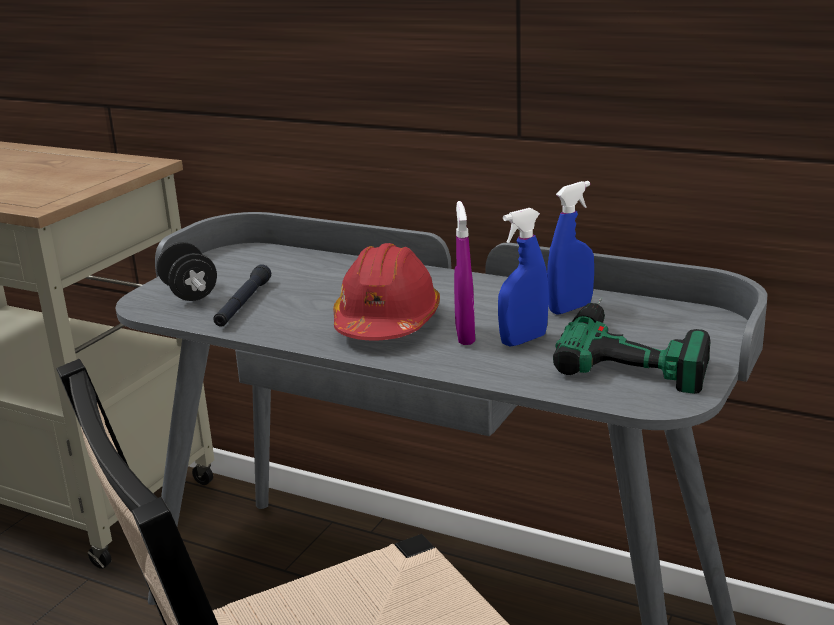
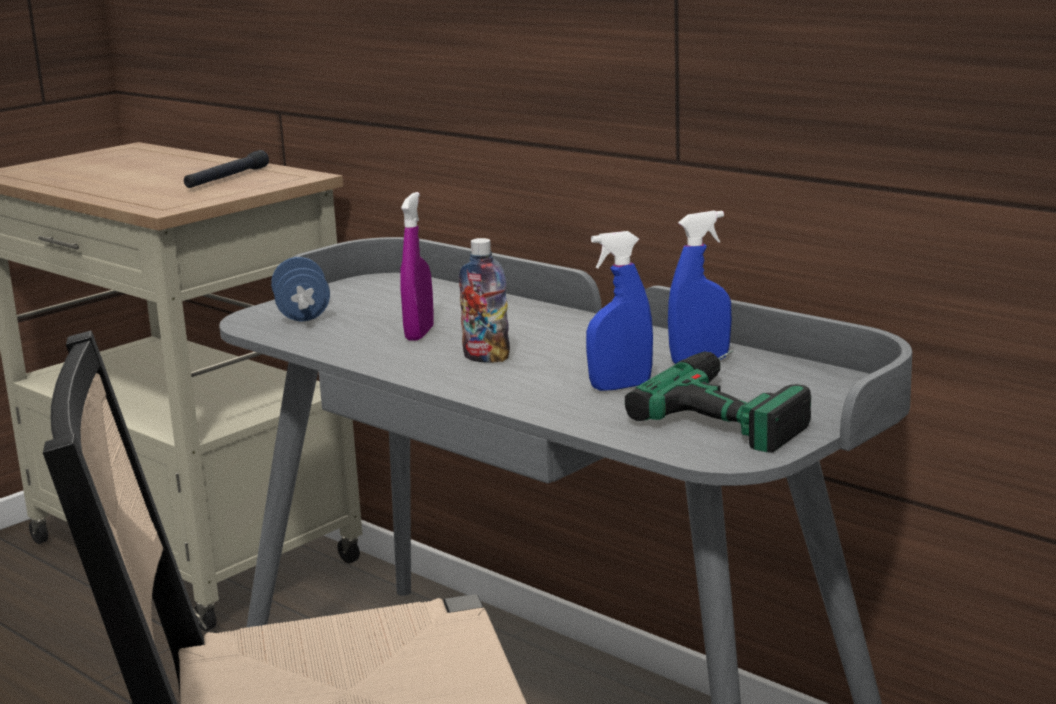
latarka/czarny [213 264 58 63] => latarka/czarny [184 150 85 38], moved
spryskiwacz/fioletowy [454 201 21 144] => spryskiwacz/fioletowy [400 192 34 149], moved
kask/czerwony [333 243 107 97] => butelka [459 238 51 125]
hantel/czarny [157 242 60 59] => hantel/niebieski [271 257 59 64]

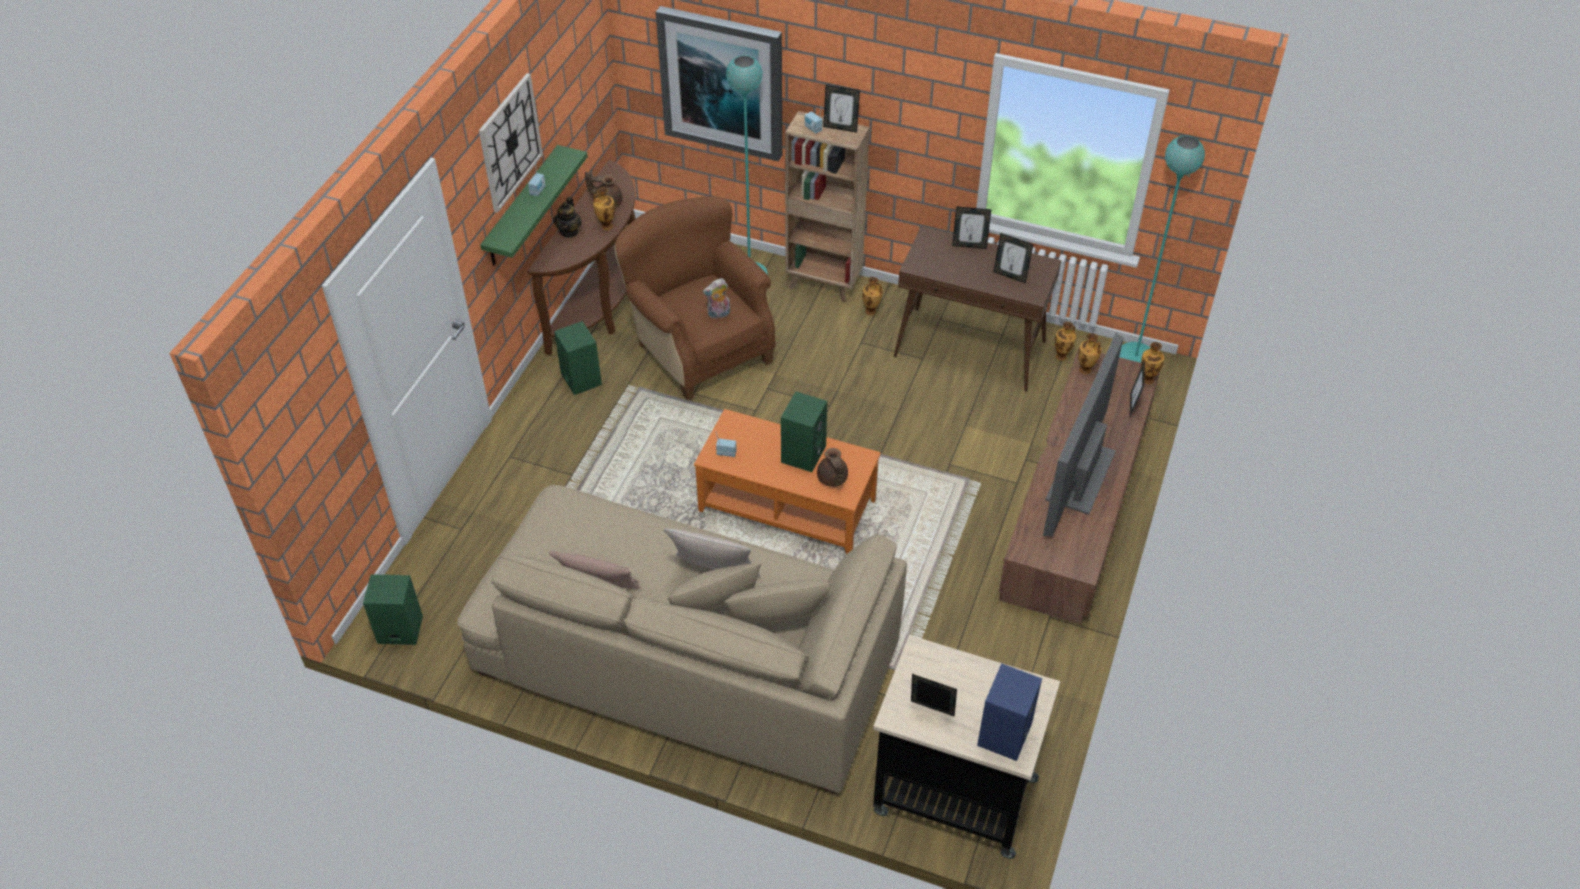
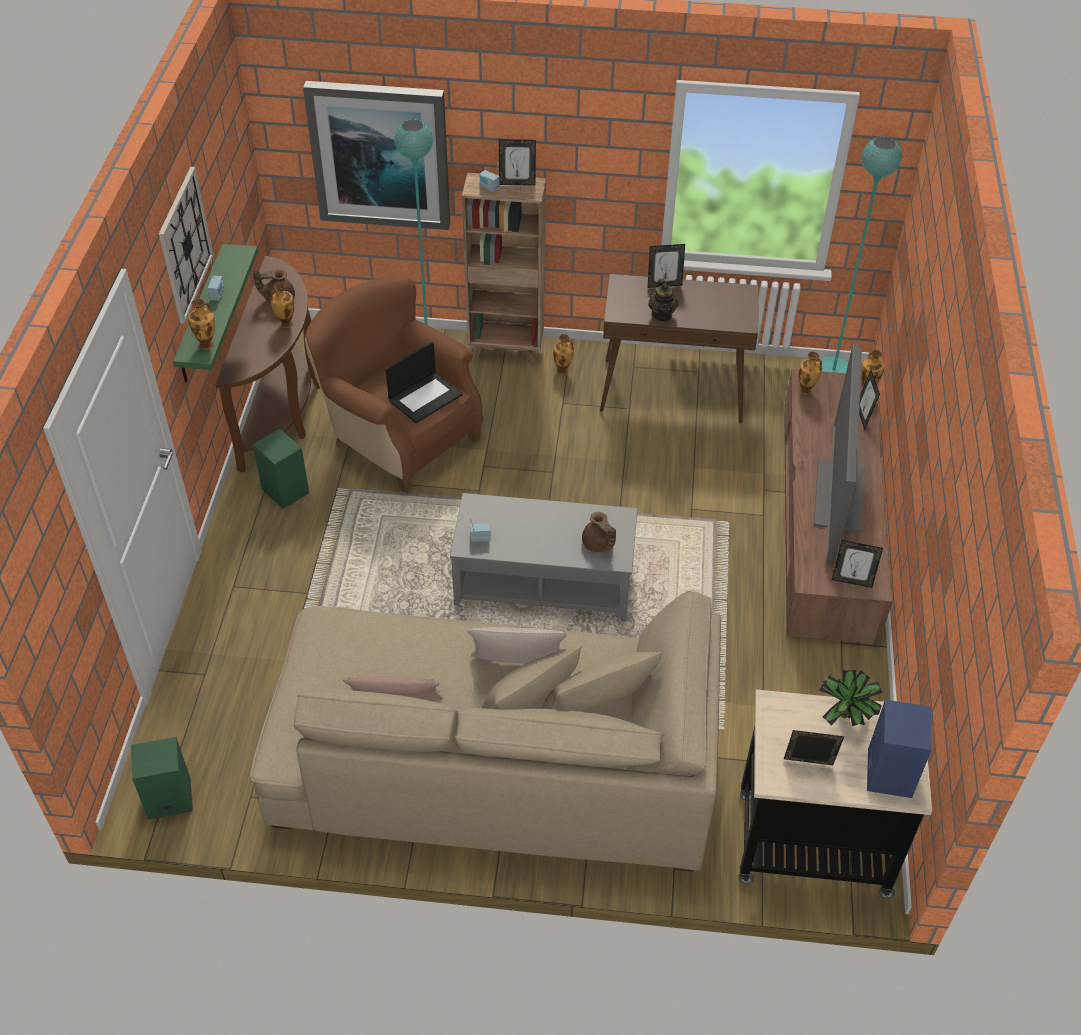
głośnik/zielony [781 392 46 80] => nothing
nothing => roślina doniczkowa [819 670 64 56]
imbryk [553 197 29 41] => imbryk [648 278 30 43], moved
ramka na zdjęcie [993 233 41 50] => ramka na zdjęcie [832 540 51 48], moved
wazon [1055 322 21 39] => wazon [188 299 27 51], moved
pluszak [703 278 27 41] => laptop [386 341 77 82]
ława/pomarańczowy [694 409 187 146] => ława/szary [450 493 188 128]

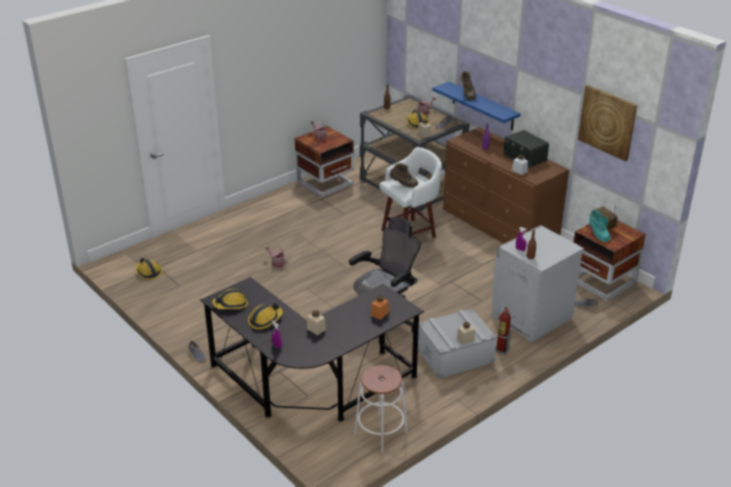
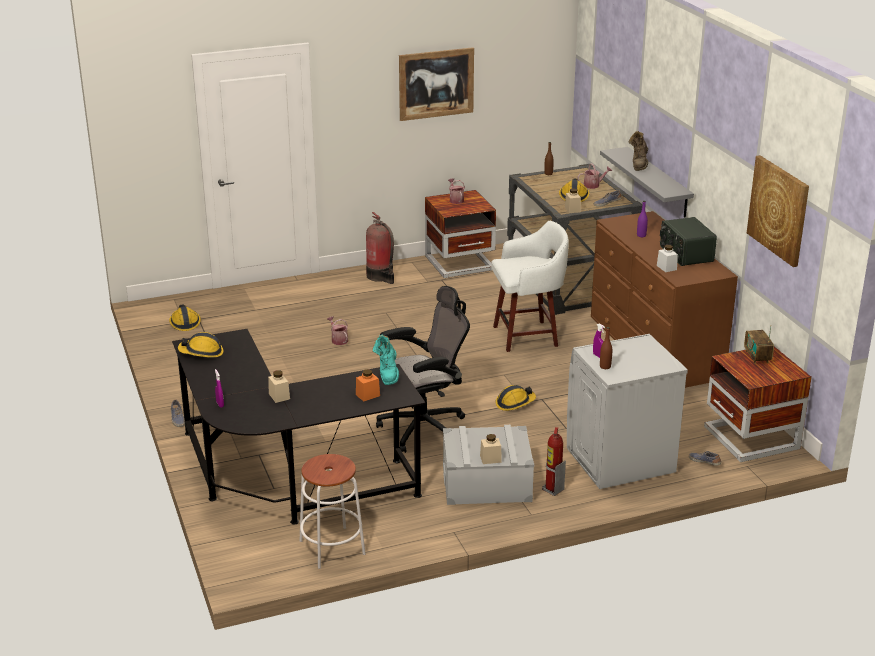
but z cholewką/brązowy [389 163 29 25] => nothing
nothing => gaśnica [366 212 28 72]
nothing => obraz [399 47 75 74]
kask [248 303 35 26] => kask [496 385 40 26], moved
but z cholewką/turkusowy [589 209 22 33] => but z cholewką/turkusowy [372 334 27 51], moved
półka/niebieski [432 82 89 48] => półka/szary [600 147 94 70]

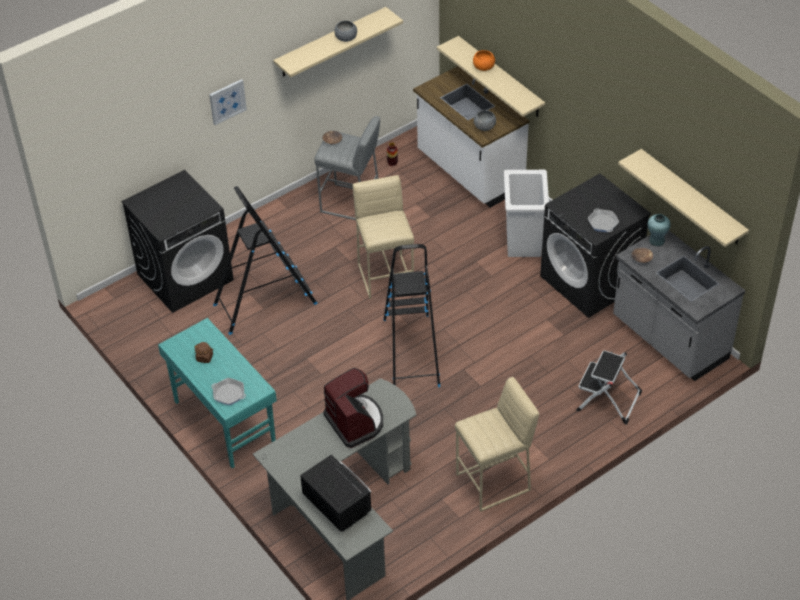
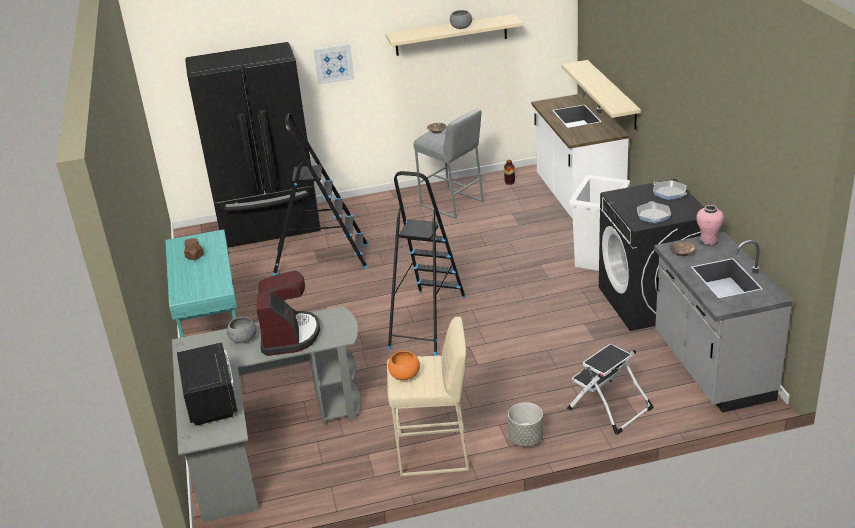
stołek/beżowy [353 175 61 124] => nothing
półka/beżowy [618 149 131 98] => nothing
nothing => donica/szary [508 402 35 44]
patelnia [211 378 35 27] => patelnia [653 180 34 20], moved
miska/pomarańczowy [473 50 22 21] => miska/pomarańczowy [388 351 32 29], moved
miska/szary [474 110 22 21] => miska/szary [227 317 30 26], moved
pralka/czarny [121 170 113 143] => lodówka/czarny [185 42 136 206]
wazon/turkusowy [647 214 24 32] => wazon/różowy [696 205 28 41]

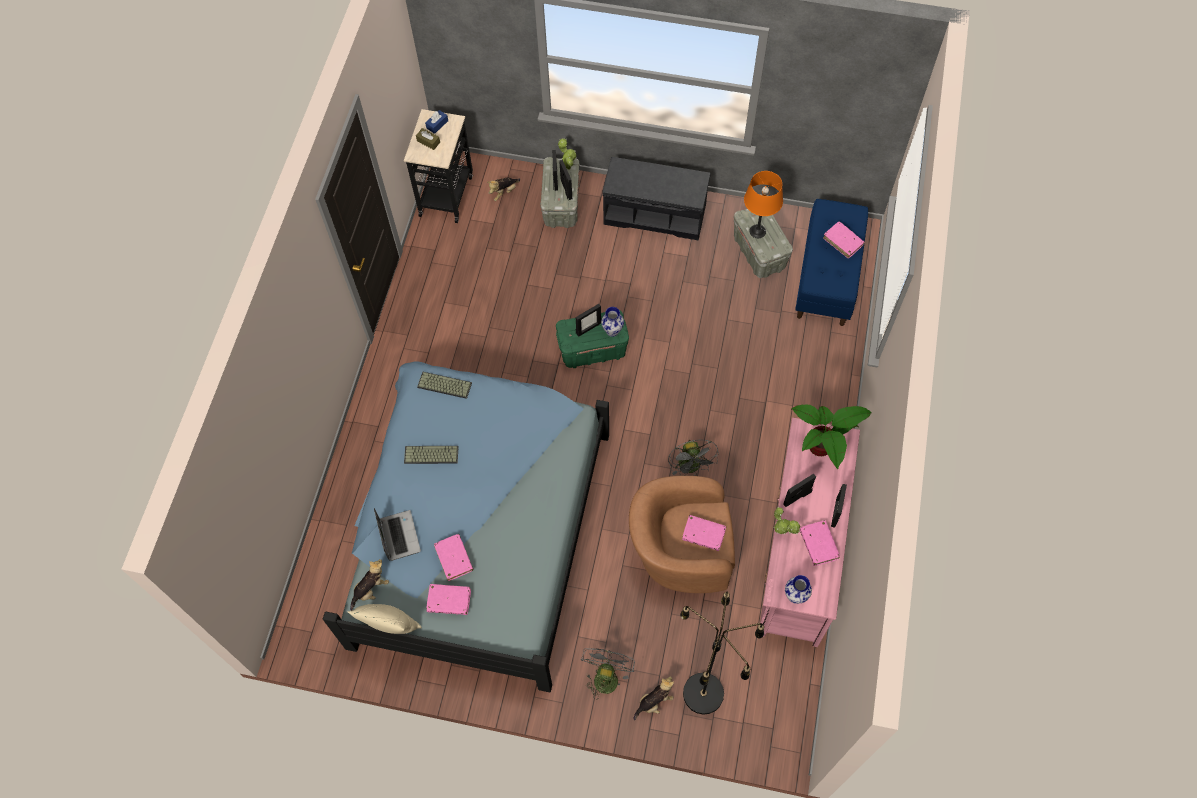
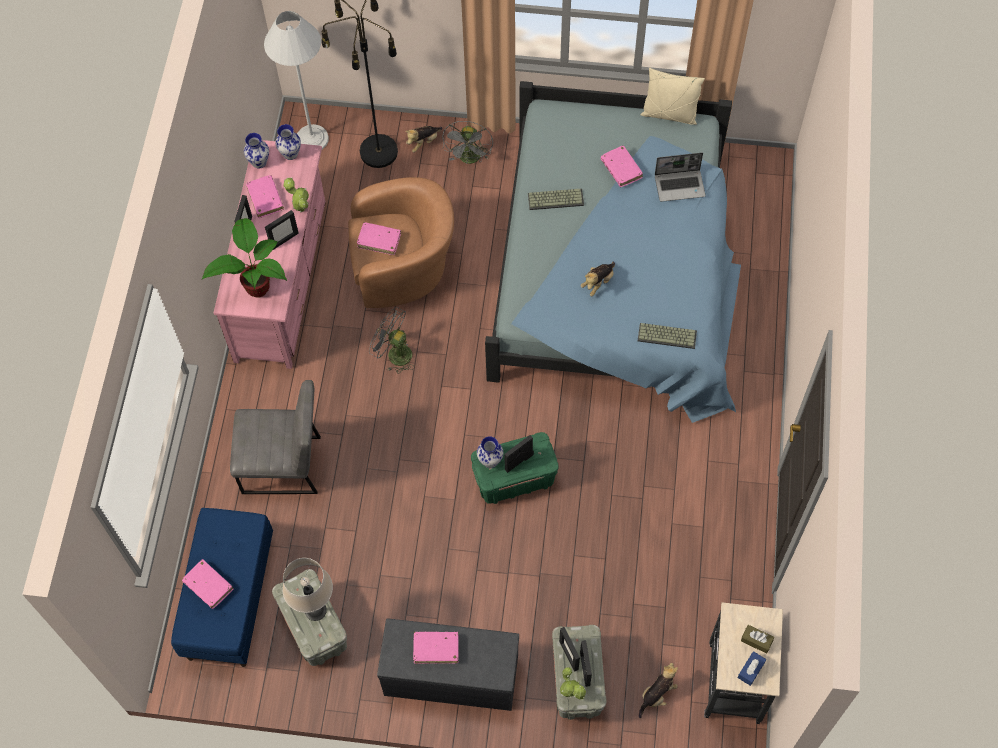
nothing => krzesło/szary [230 380 91 114]
nothing => wazon [244 133 25 36]
nothing => lampa stojąca/biały [264 11 65 139]
pluszak [350 559 39 52] => pluszak [581 262 34 34], moved
klawiatura [404 446 55 18] => klawiatura [528 189 56 21], moved
książka/różowy [426 584 45 31] => książka/różowy [413 631 46 33], moved
lampa stołowa/pomarańczowy [744 171 39 67] => lampa stołowa/beżowy [282 558 51 63]
laptop [374 508 47 53] => laptop [655 153 51 49], 75 degrees counterclockwise
wentylator/szary [668 440 51 36] => wentylator/szary [369 307 45 67], 45 degrees counterclockwise

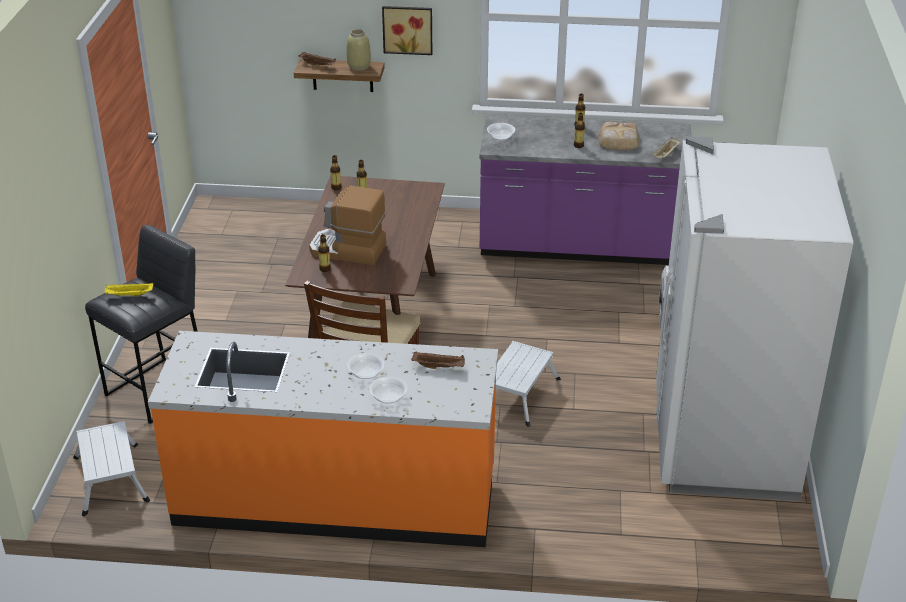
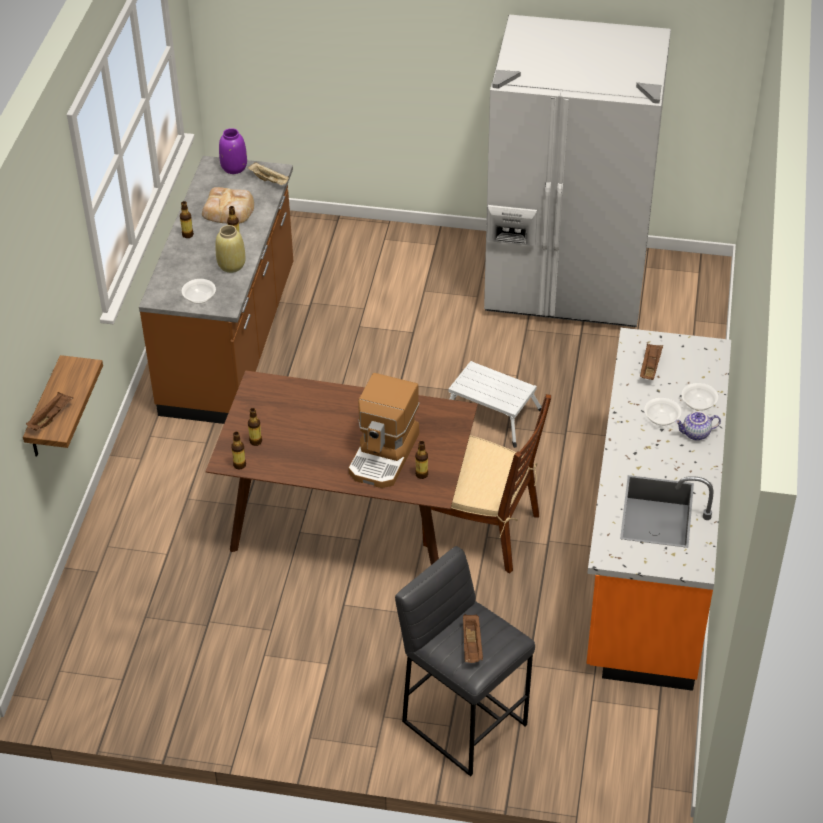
drabinka/biały [73 421 77 96] => nothing
obraz [382 6 50 49] => nothing
nothing => wazon/fioletowy [219 128 28 46]
nothing => imbryk [675 411 46 30]
wazon/beżowy [346 29 25 42] => wazon/beżowy [215 225 31 48], moved
taca/żółty [105 282 48 15] => taca/brązowy [463 614 20 49]
zabudowa kuchenna/fioletowy [479 115 212 150] => zabudowa kuchenna/brązowy [139 156 154 268]

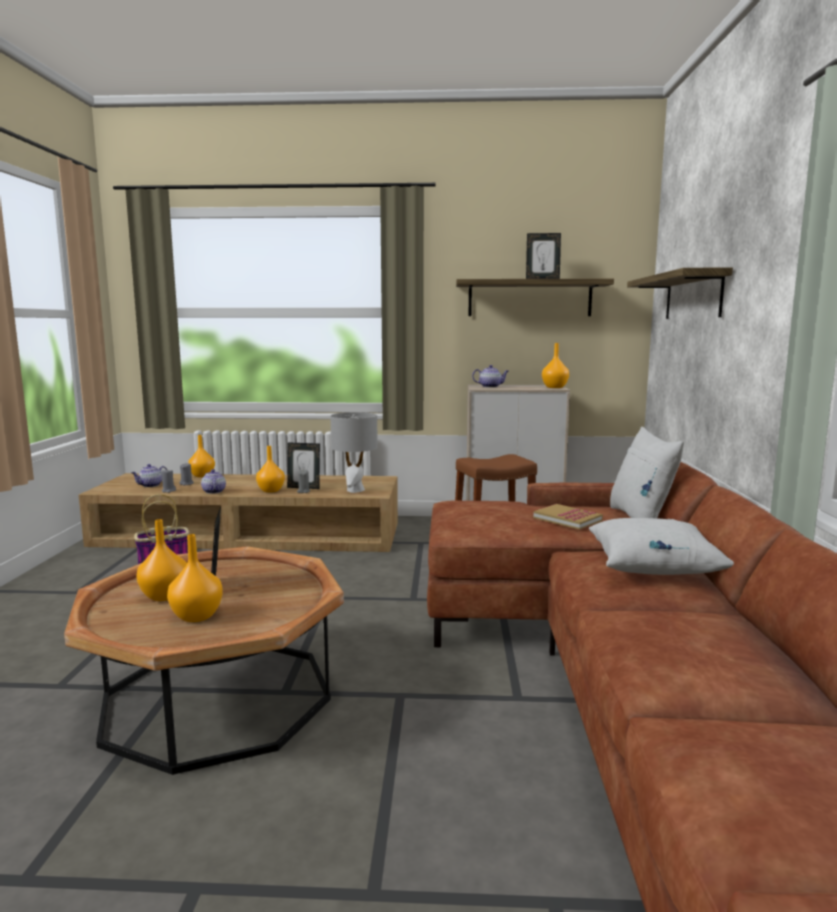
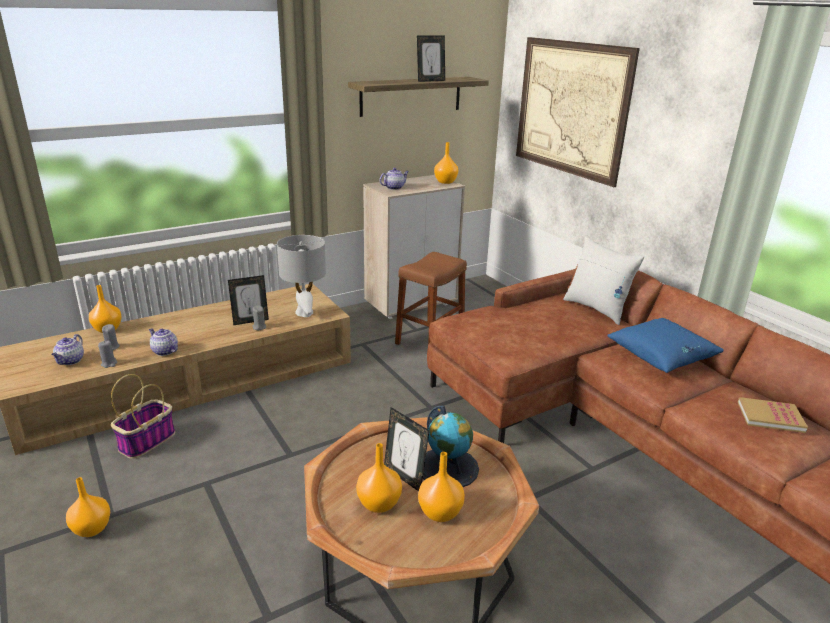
nothing => globus [423 406 56 81]
wazon/pomarańczowy [256 446 29 47] => wazon/pomarańczowy [66 477 44 60], moved
książka [533 504 70 26] => książka [738 397 70 36], moved
półka [627 268 106 51] => obraz [516 37 124 150]
poduszka/szary [589 518 145 57] => poduszka/niebieski [607 318 117 55]

